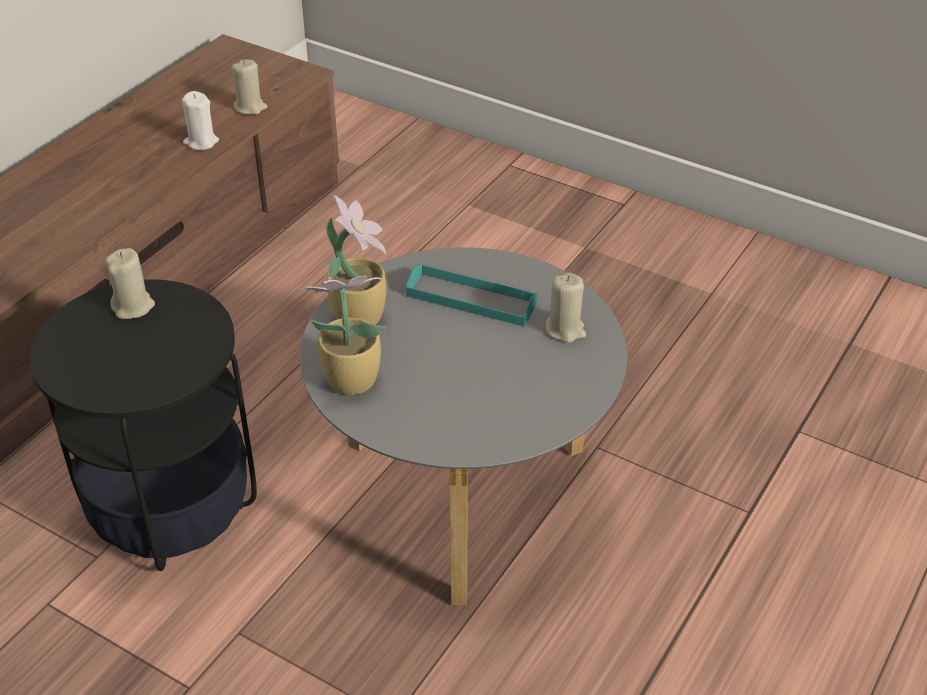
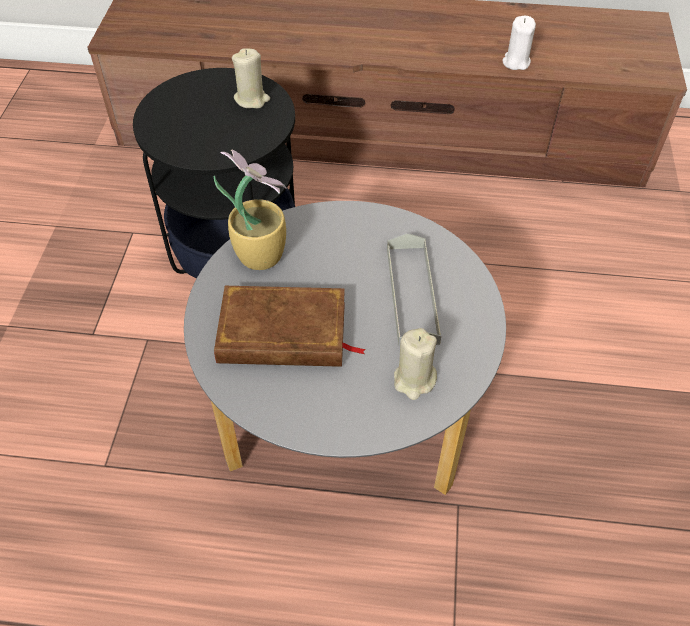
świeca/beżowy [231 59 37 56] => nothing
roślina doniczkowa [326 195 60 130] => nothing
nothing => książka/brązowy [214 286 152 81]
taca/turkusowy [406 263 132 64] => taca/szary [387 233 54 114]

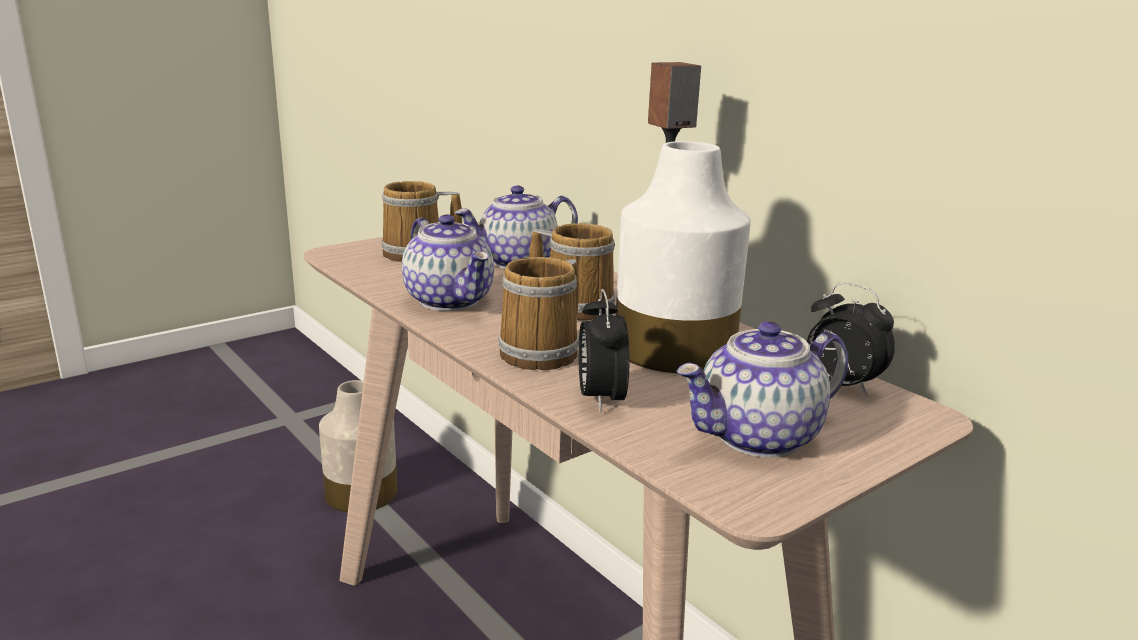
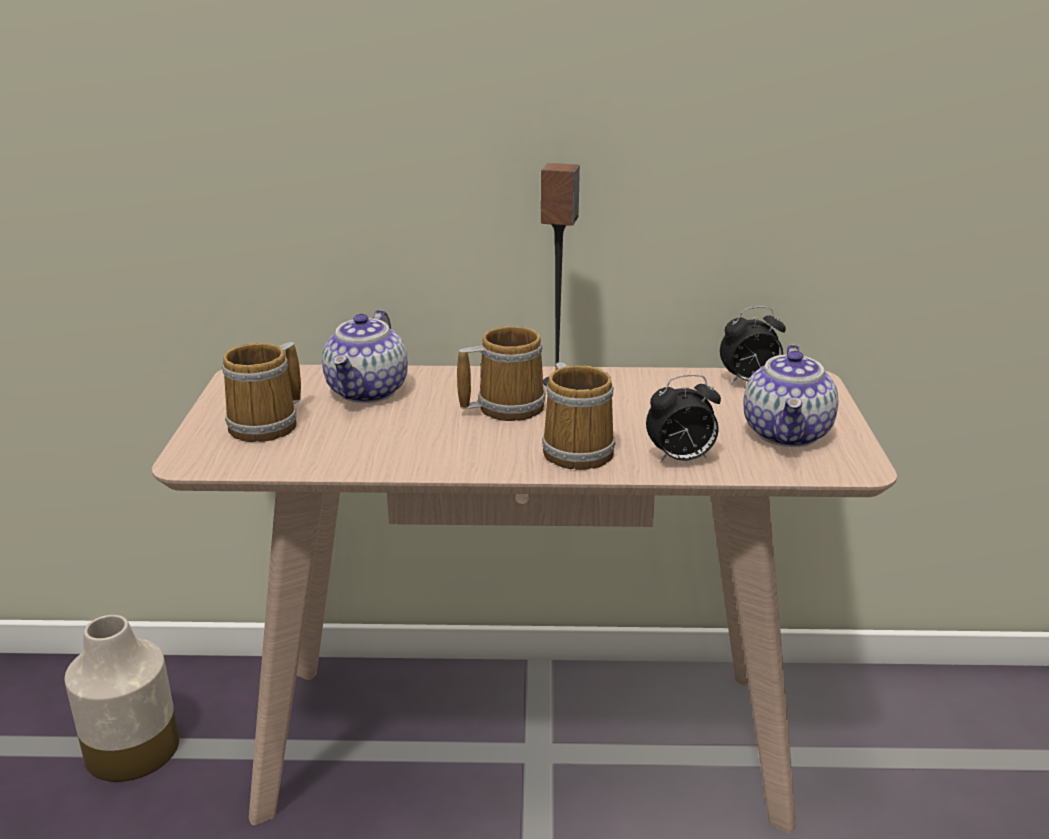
imbryk [402 214 92 97] => nothing
wazon/biały [616 141 135 232] => nothing
budzik [578 289 52 124] => budzik [646 374 75 89], 45 degrees counterclockwise

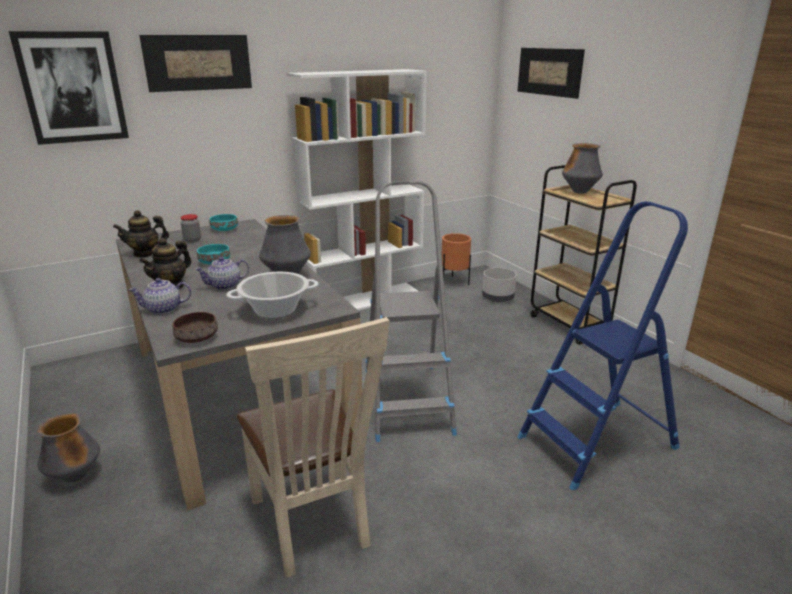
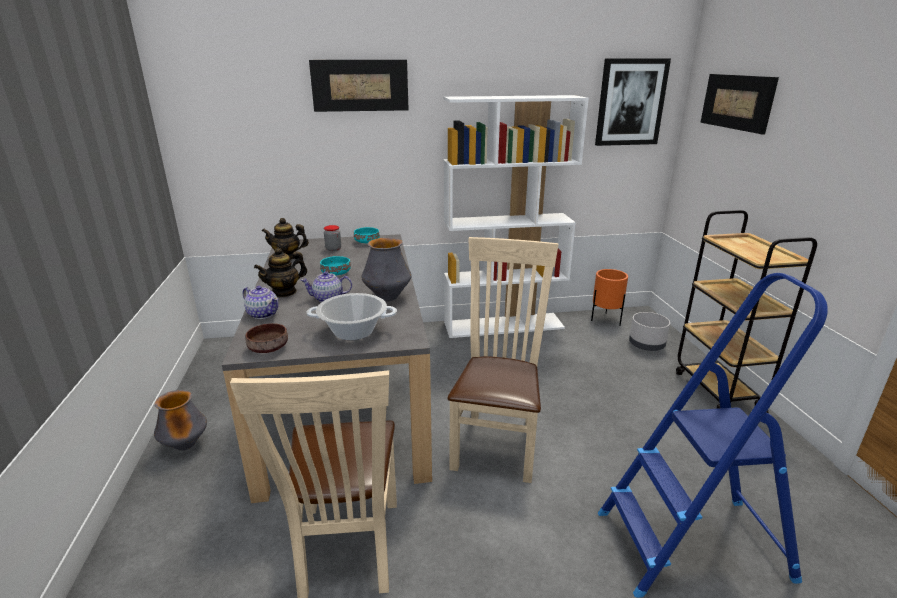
wazon [562 143 41 51] => nothing
obraz [9 31 120 114] => obraz [595 58 76 88], moved
drabinka/szary [365 181 92 261] => krzesło/beżowy [447 237 112 246]
imbryk [128 278 63 36] => imbryk [243 286 36 33], 150 degrees counterclockwise

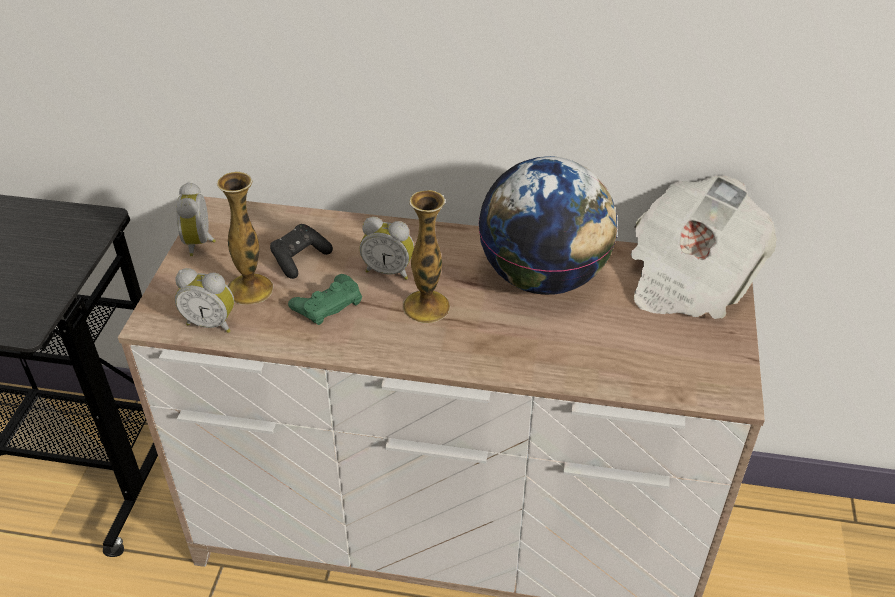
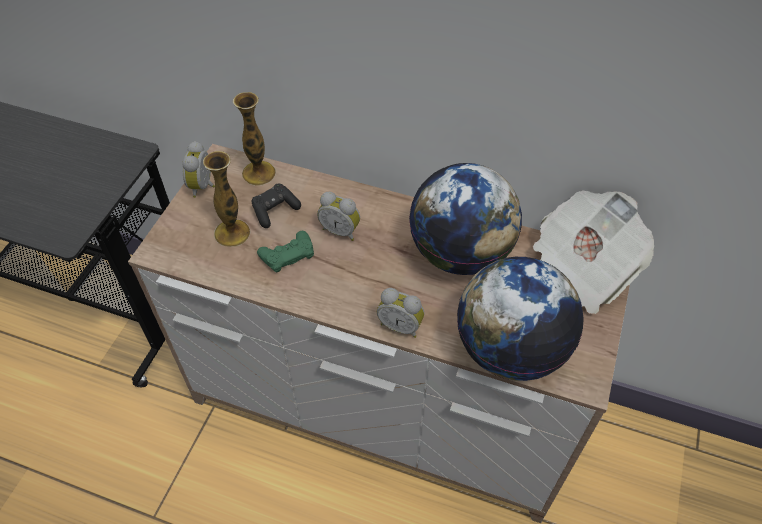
nothing => globus [457 257 127 124]
budzik [175 268 59 65] => budzik [377 288 47 50], moved
wazon [403 190 47 133] => wazon [233 92 43 94], moved

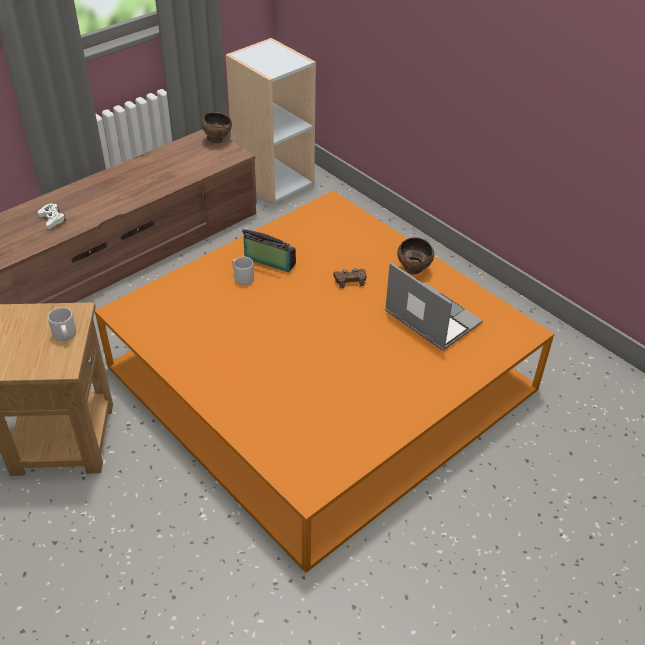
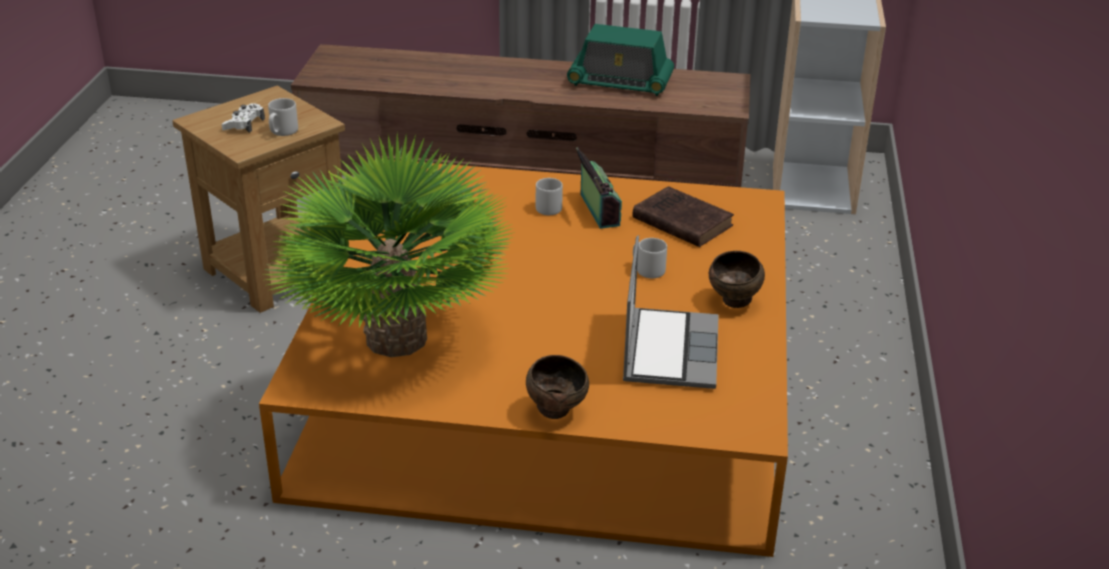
nothing => roślina doniczkowa [266 132 249 225]
nothing => radio [567 24 107 72]
nothing => książka/brązowy [633 186 101 61]
pad do gier/biały [38 204 28 25] => pad do gier/biały [222 103 43 30], moved
miska/brązowy [201 112 31 32] => miska/brązowy [526 355 63 64], moved
pad do gier/brązowy [333 268 34 20] => kubek/szary [633 238 34 40]

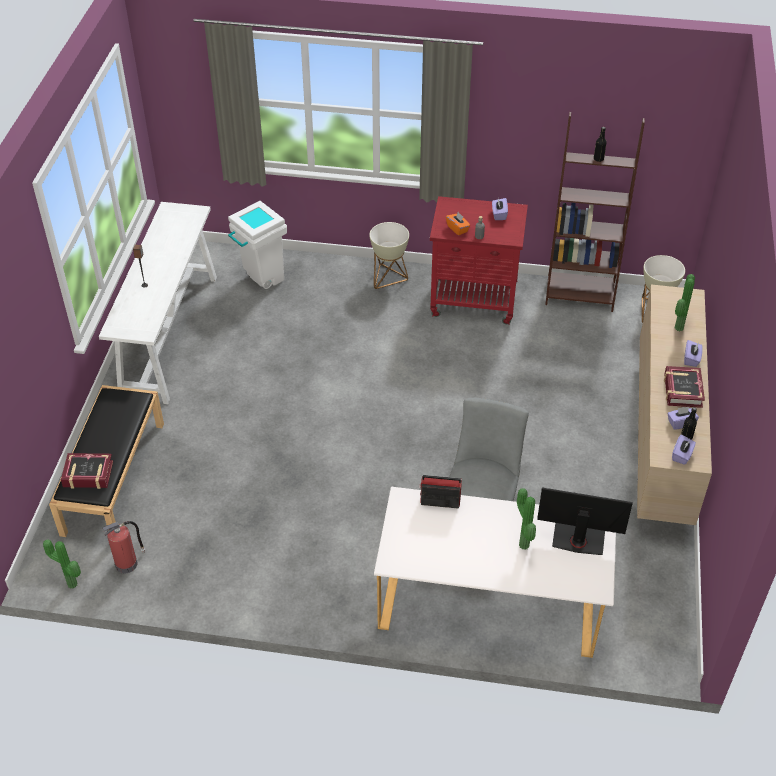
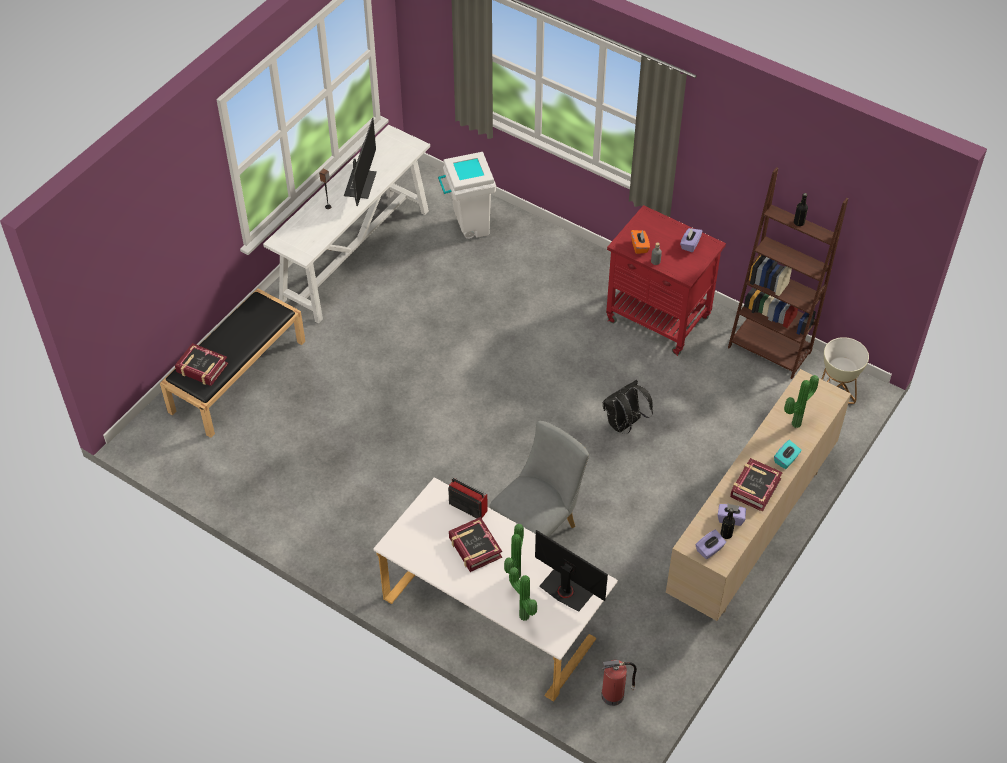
donica [369 222 40 67] => nothing
nothing => monitor [344 117 33 89]
nothing => książka [449 517 53 55]
nothing => plecak/czarny [603 380 50 54]
roślina doniczkowa [43 539 38 50] => roślina doniczkowa [509 567 28 54], moved
gaśnica [102 521 43 52] => gaśnica [601 660 36 46], moved
pudełko chusteczek/fioletowy [684 340 19 27] => pudełko chusteczek/turkusowy [774 440 28 29]

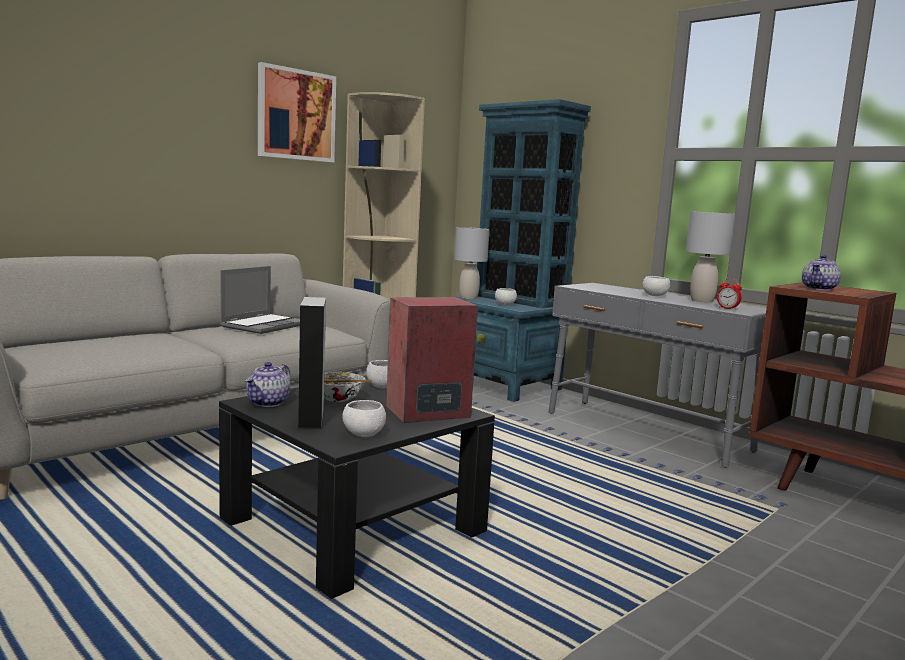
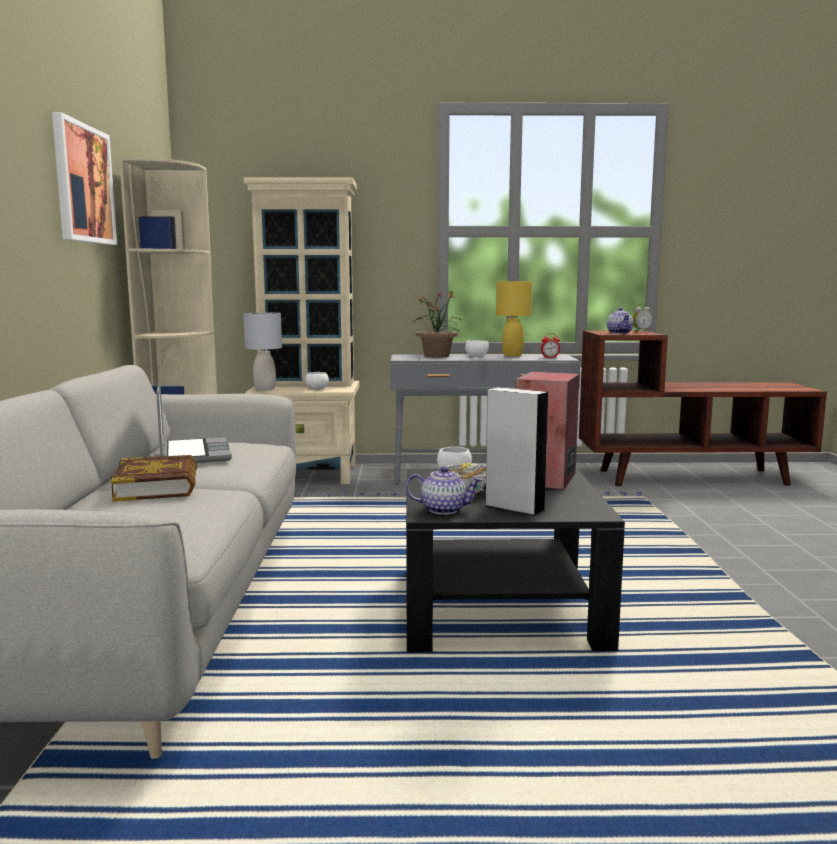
miska/biały [342 400 44 37] => nothing
nothing => książka [111 455 86 47]
nothing => roślina doniczkowa [413 290 48 68]
nothing => budzik [632 307 20 25]
szafka/niebieski [457 99 134 303] => szafka/beżowy [244 177 116 307]
lampa stołowa/szary [686 211 49 91] => lampa stołowa/żółty [496 281 36 76]
imbryk [245 362 46 45] => imbryk [406 466 76 49], 60 degrees counterclockwise

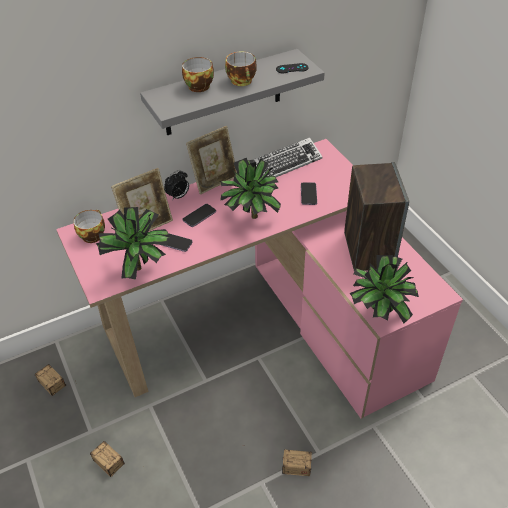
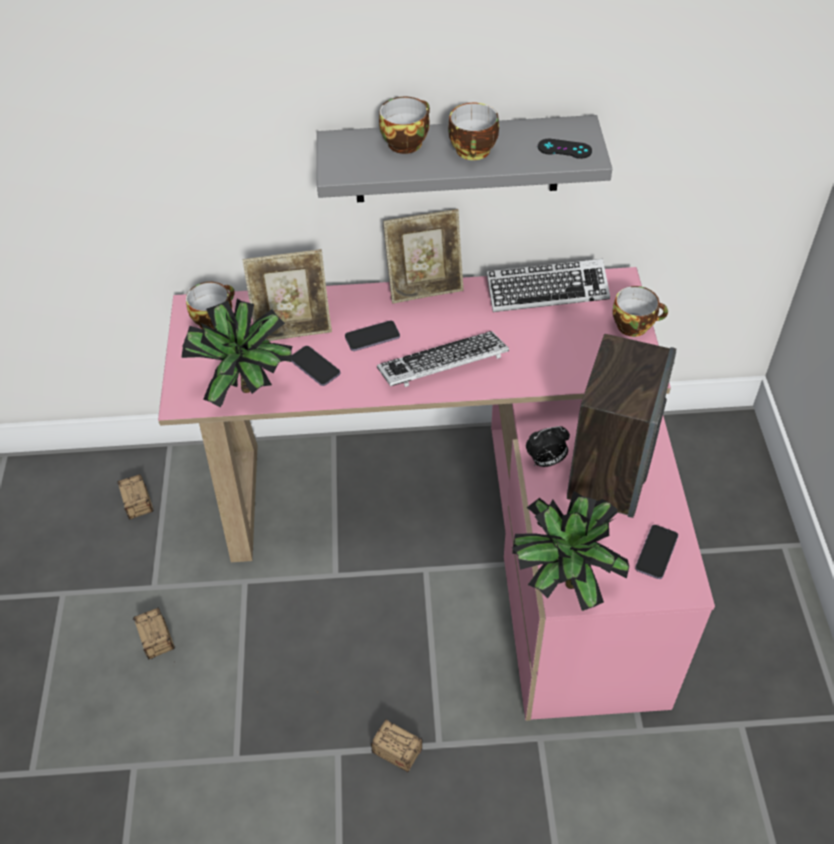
nothing => filiżanka [613 286 55 51]
budzik [164 170 25 31] => budzik [526 426 44 41], moved
telefon [301 183 16 22] => telefon [635 525 43 54], moved
roślina doniczkowa [220 158 61 61] => klawiatura [377 331 132 56]

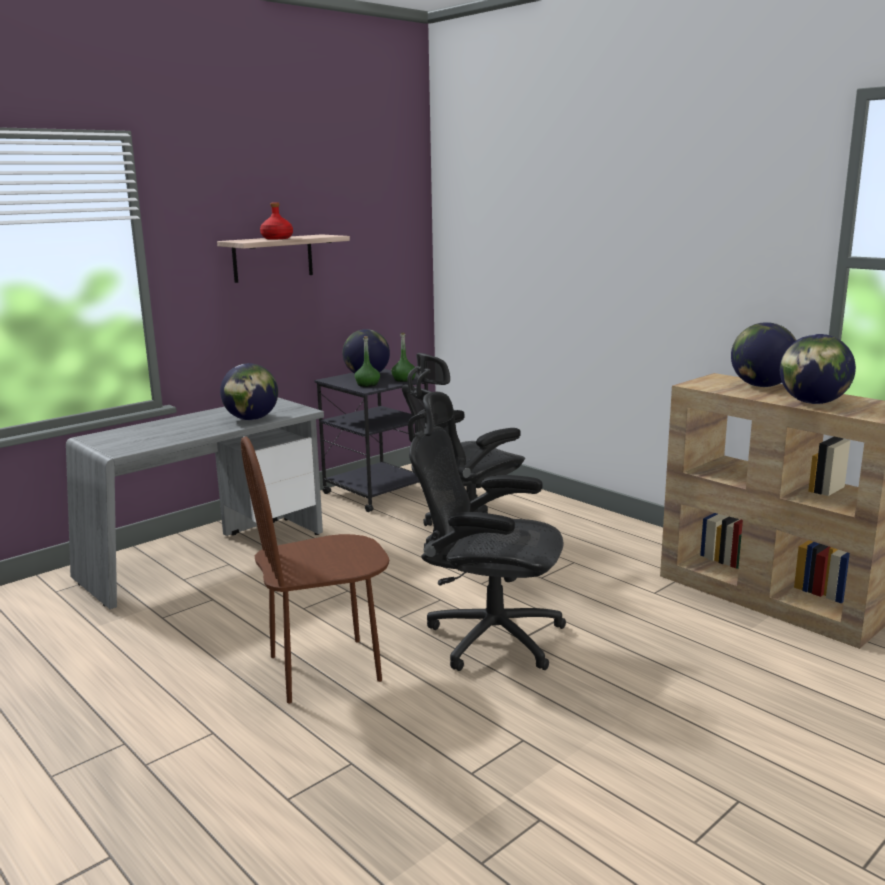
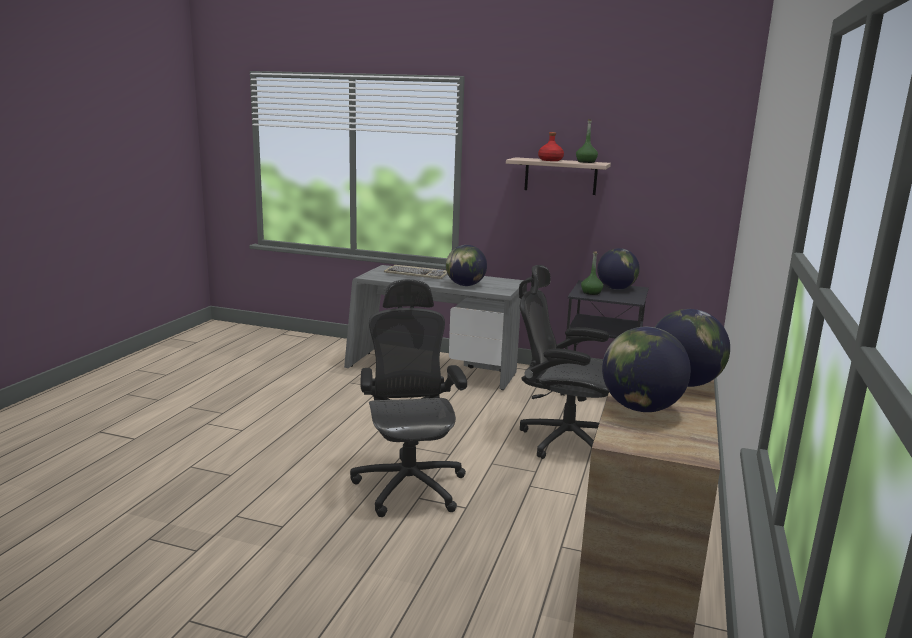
krzesło/brązowy [241 436 148 268] => nothing
nothing => klawiatura [384 265 64 14]
butelka/zielony [391 333 25 49] => butelka/zielony [576 119 22 44], moved

